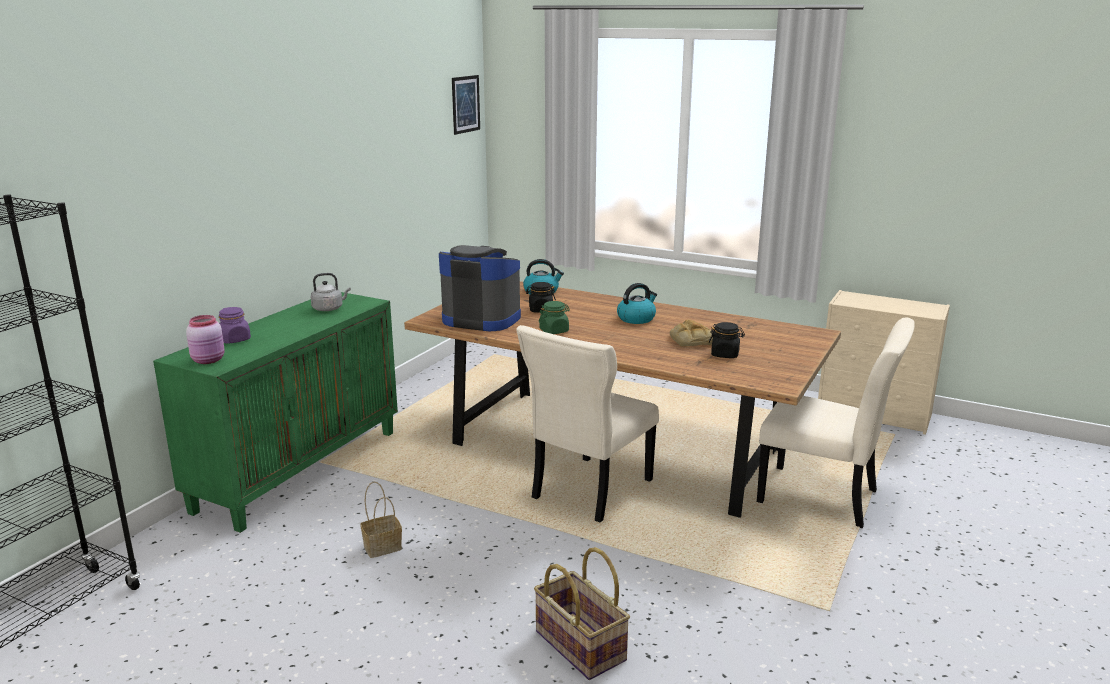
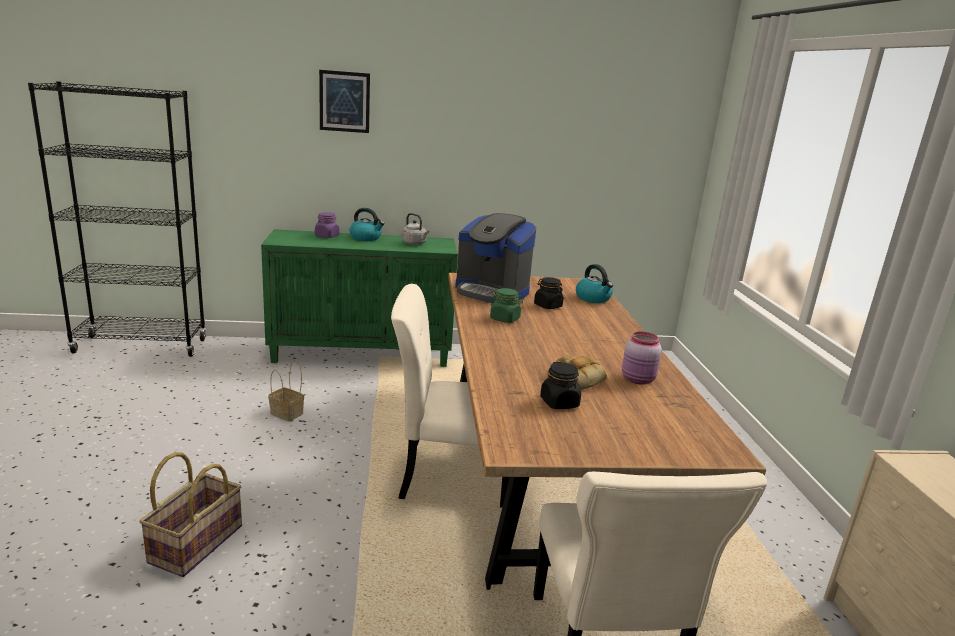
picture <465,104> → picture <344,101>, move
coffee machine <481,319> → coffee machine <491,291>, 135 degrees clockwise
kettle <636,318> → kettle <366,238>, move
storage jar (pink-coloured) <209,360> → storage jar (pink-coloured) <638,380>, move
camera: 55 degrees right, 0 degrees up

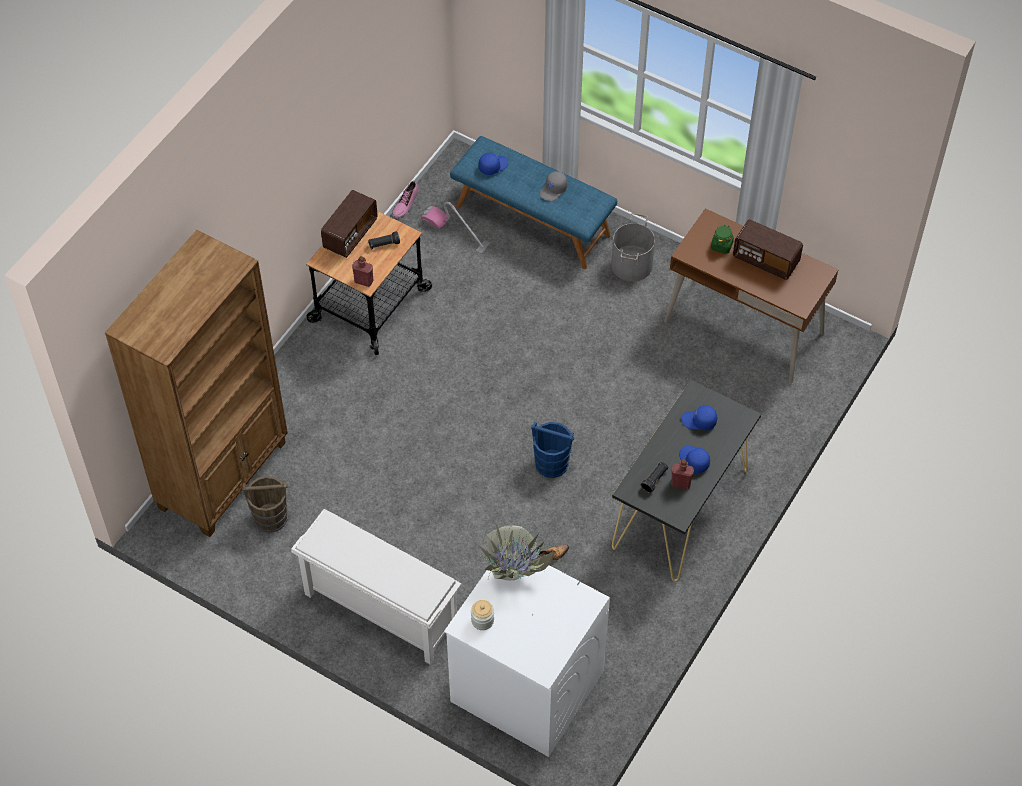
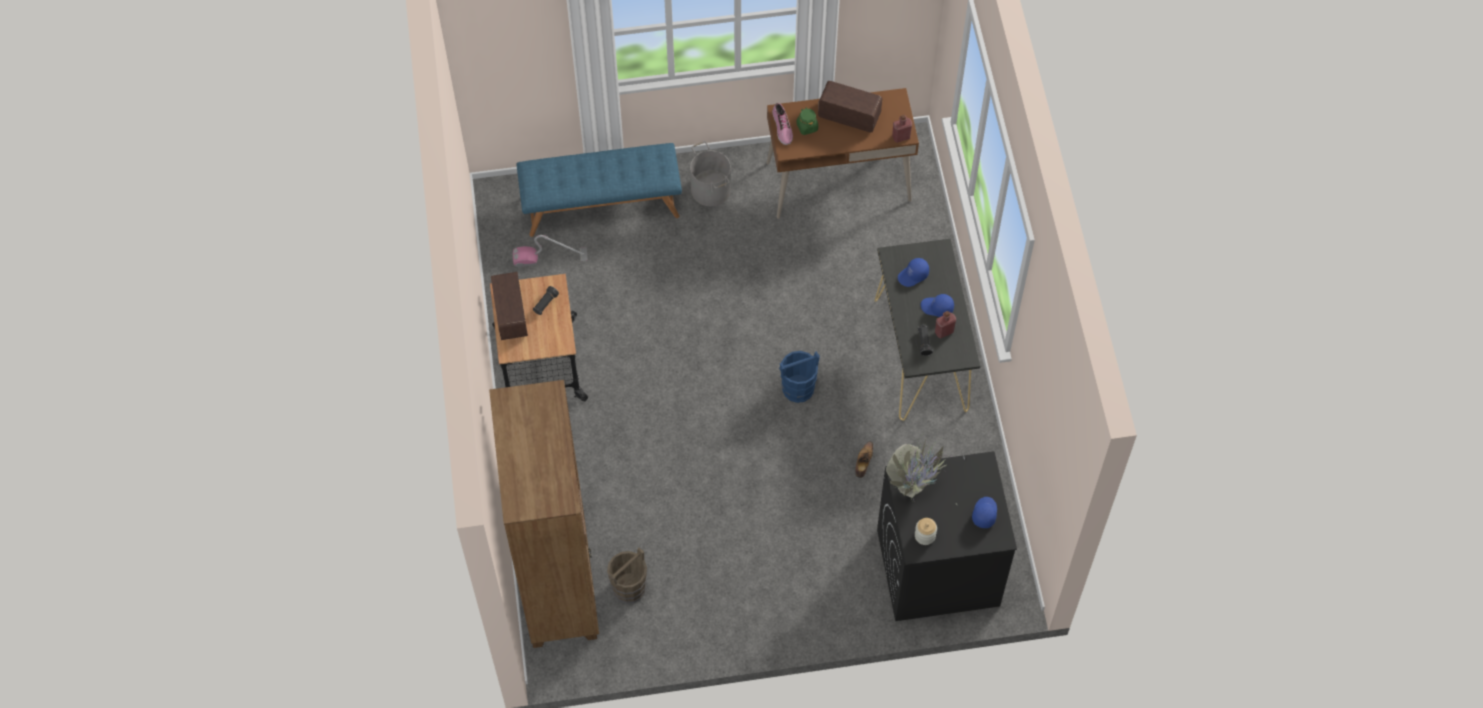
baseball cap (bluish) <493,166> → baseball cap (bluish) <984,513>, move
baseball cap (grey) <553,190> → -
item of footwear <405,203> → item of footwear <781,127>, move
radio <765,260> → radio <849,116>, 150 degrees counterclockwise
drink bottle (reddish) <364,281> → drink bottle (reddish) <901,137>, move
shoe rack (white) <379,610> → -
laundry machine (white) <526,686> → laundry machine (blackish) <937,568>
camera: 40 degrees left, 5 degrees up

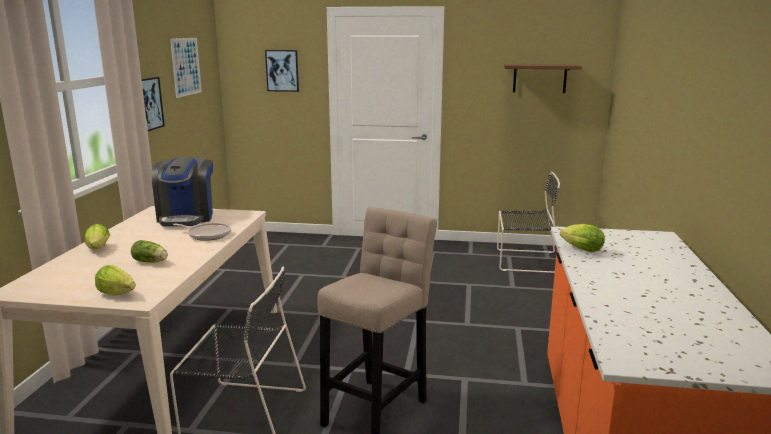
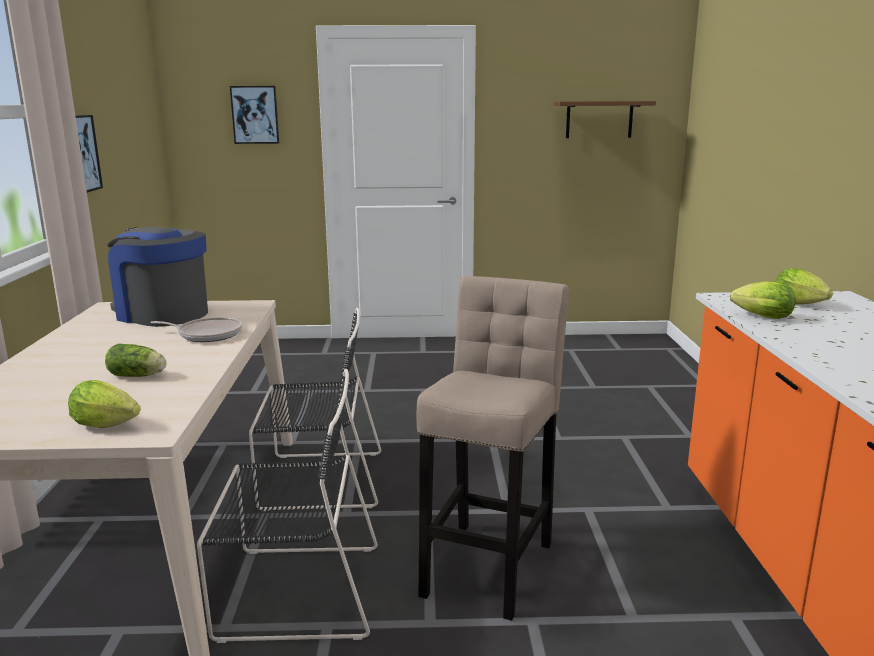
picture <186,66> → -
coffee machine <186,217> → coffee machine <162,314>, 135 degrees clockwise
plain chair (blackish) <525,261> → plain chair (blackish) <318,480>, move
head of lettuce <98,249> → head of lettuce <801,305>, move
camera: 10 degrees left, 0 degrees up

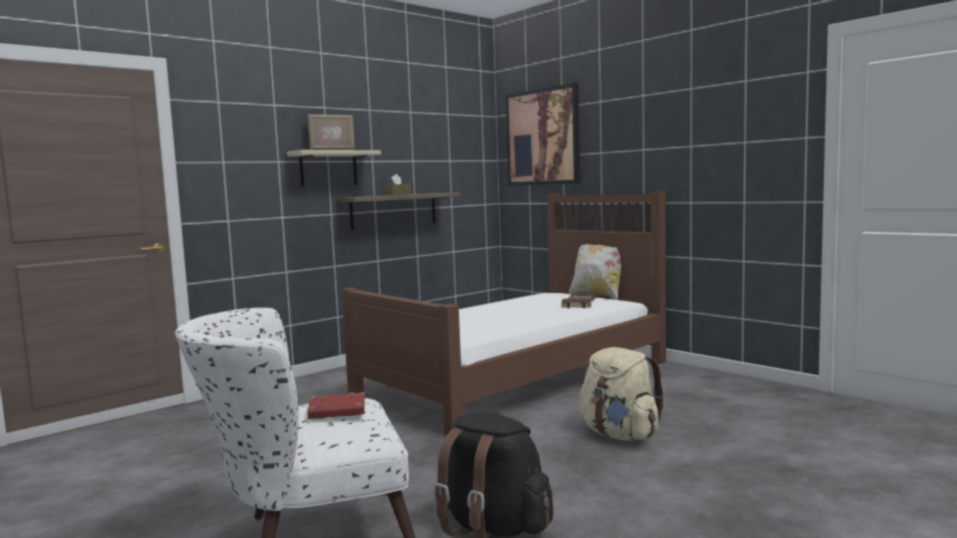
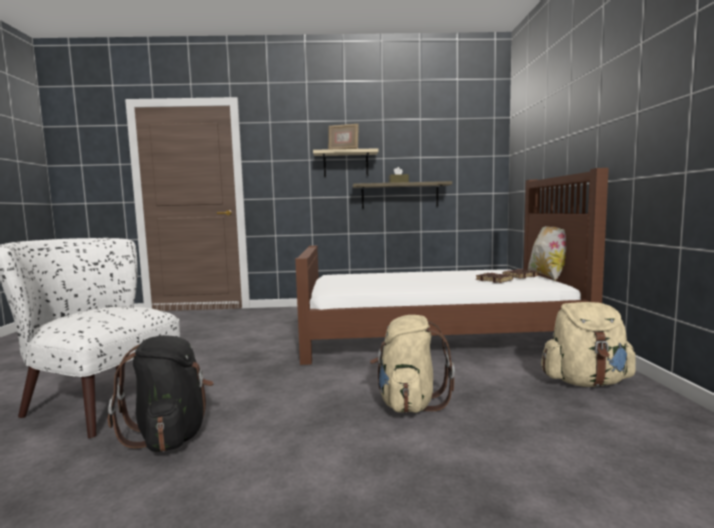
picture <542,137> → -
volume (reddish) <336,412> → -
- → knapsack (sand-coloured) <585,382>
camera: 40 degrees right, 0 degrees up

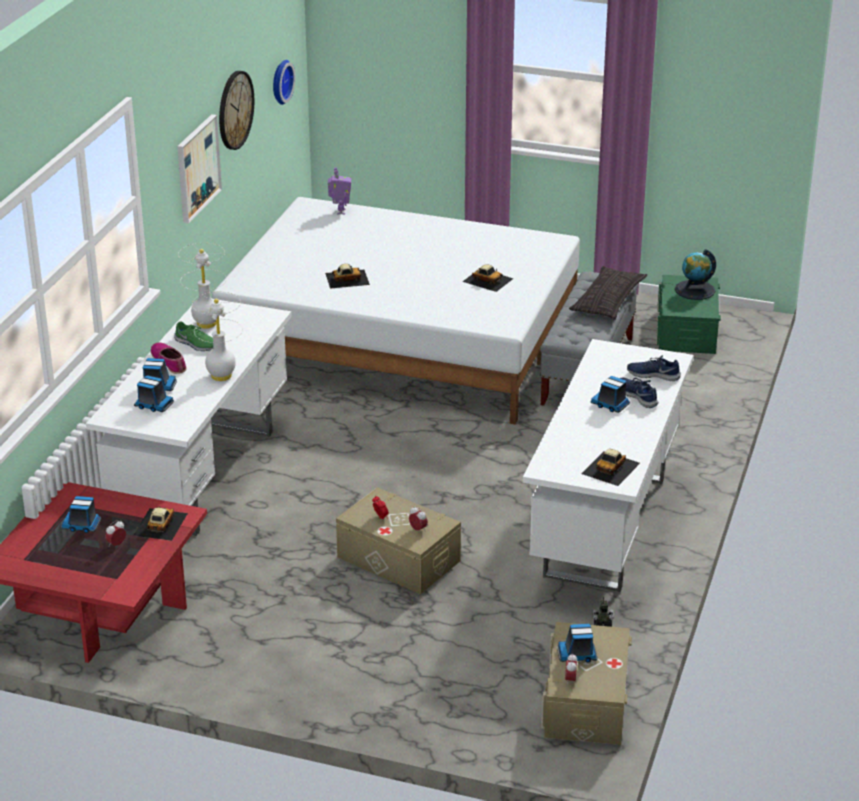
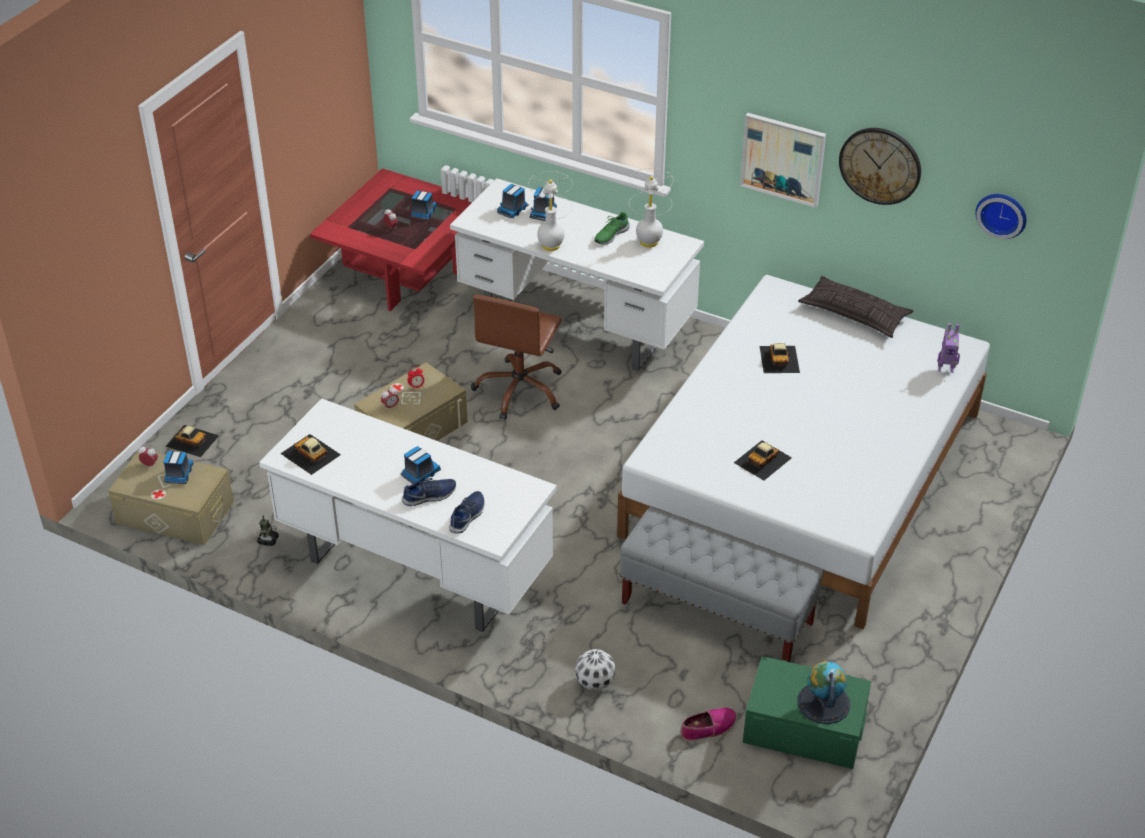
cushion <608,299> → cushion <854,313>, move
item of footwear <169,362> → item of footwear <708,728>, move
miniature car <160,524> → miniature car <192,440>, move
- → office chair (brown) <520,390>
- → football <594,683>
camera: 100 degrees right, 10 degrees up

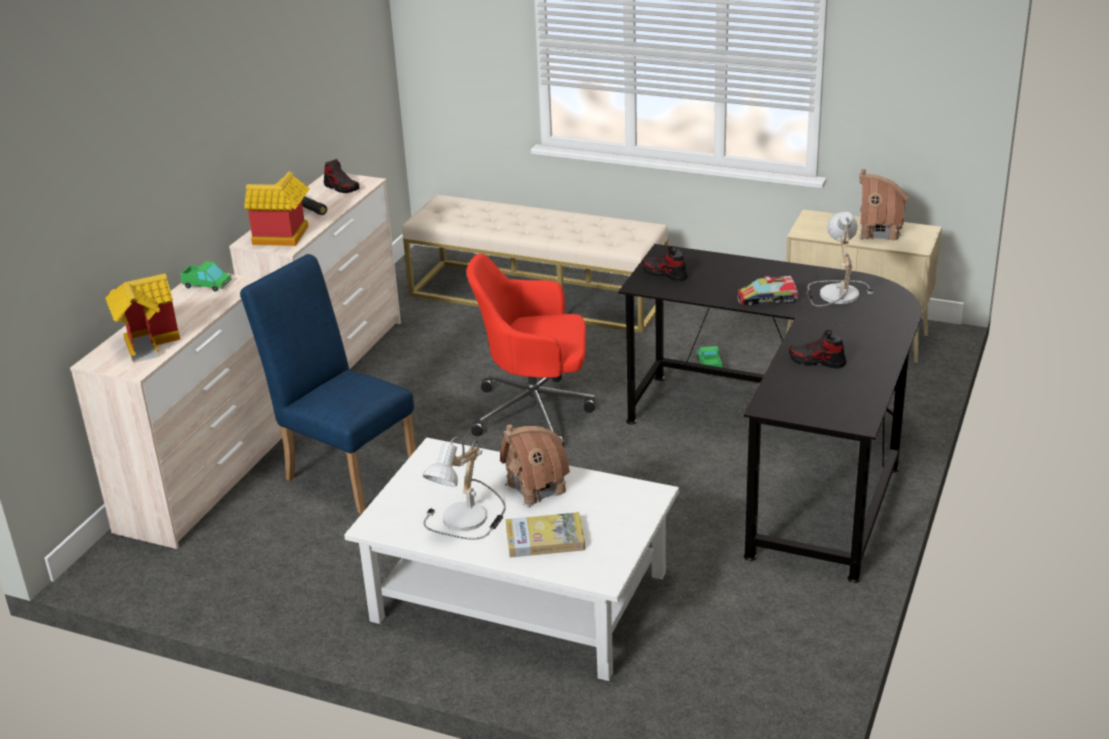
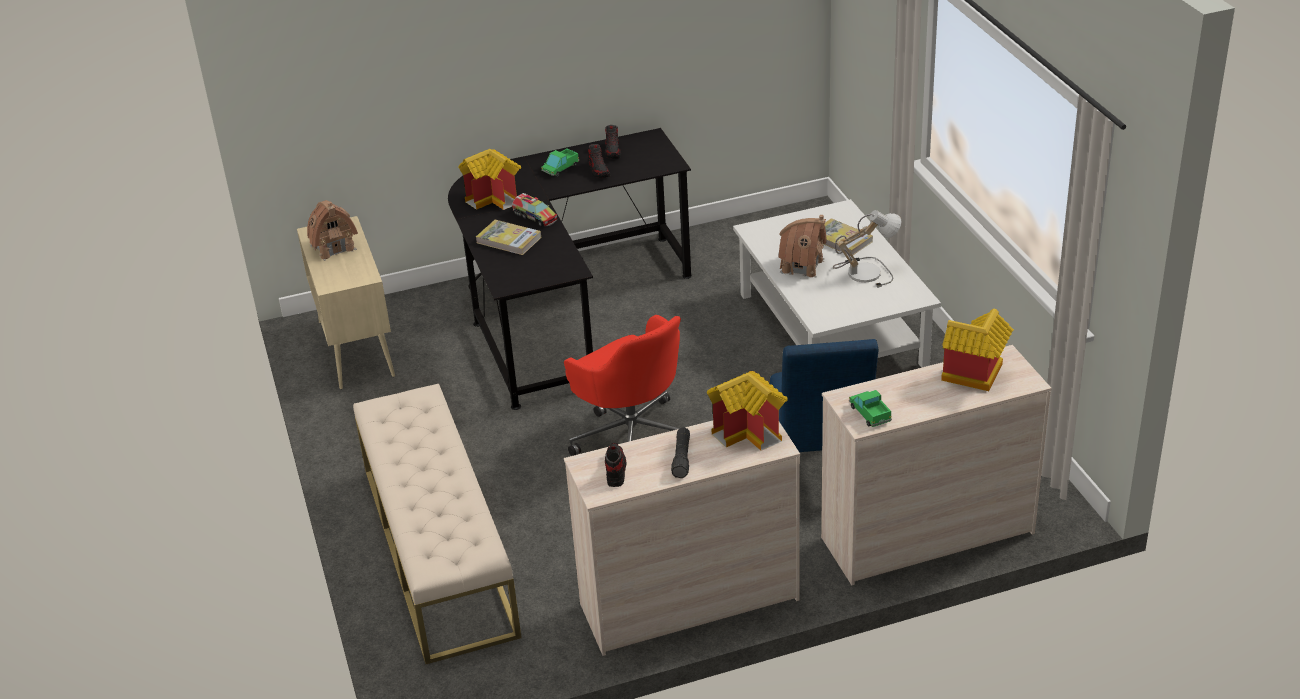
tabletop lamp <834,293> → miniature house <495,199>
item of footwear <664,274> → item of footwear <613,151>, move
toy lorry <709,365> → toy lorry <560,168>, move
- → volume <509,240>
camera: 130 degrees left, 5 degrees up

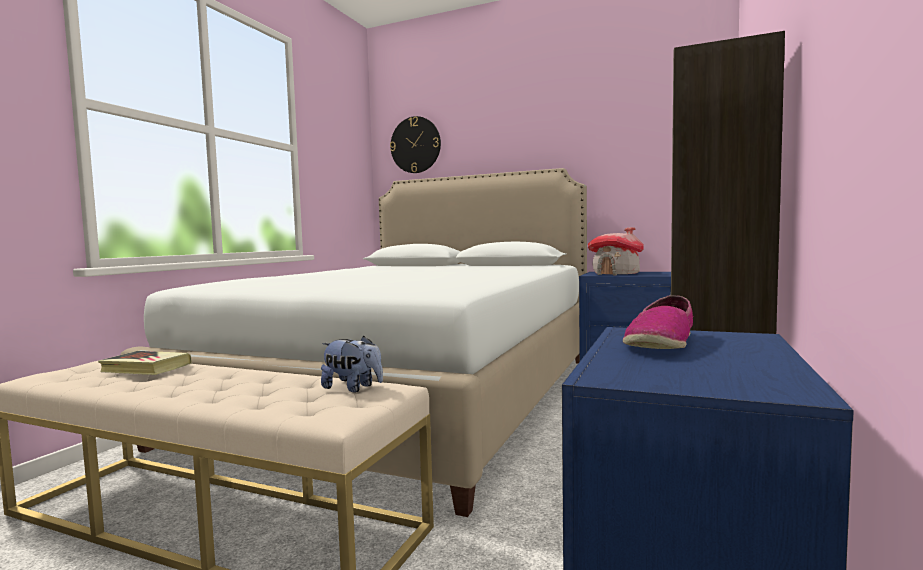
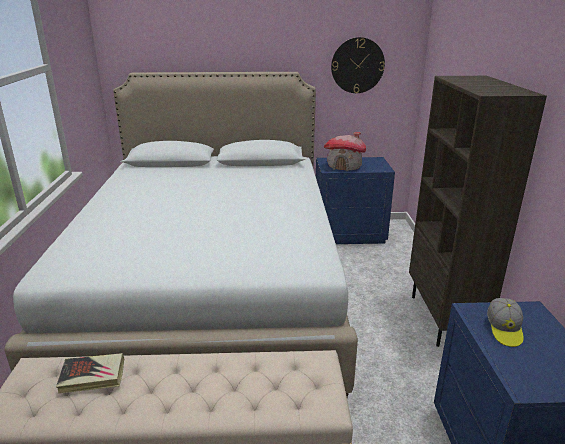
hanging clock <415,145> → hanging clock <357,65>, move
item of footwear <661,343> → baseball cap <504,330>
plush toy <353,388> → -
camera: 25 degrees left, 20 degrees up

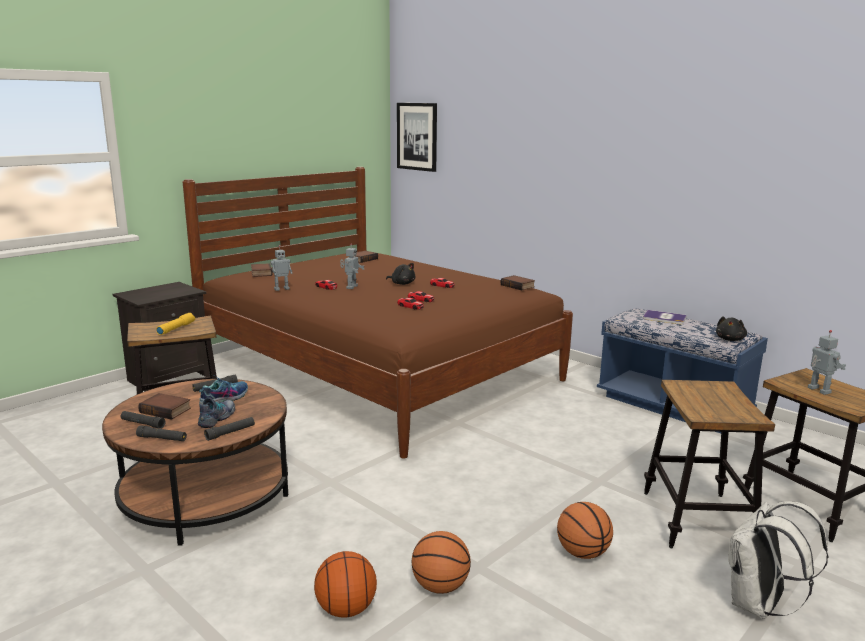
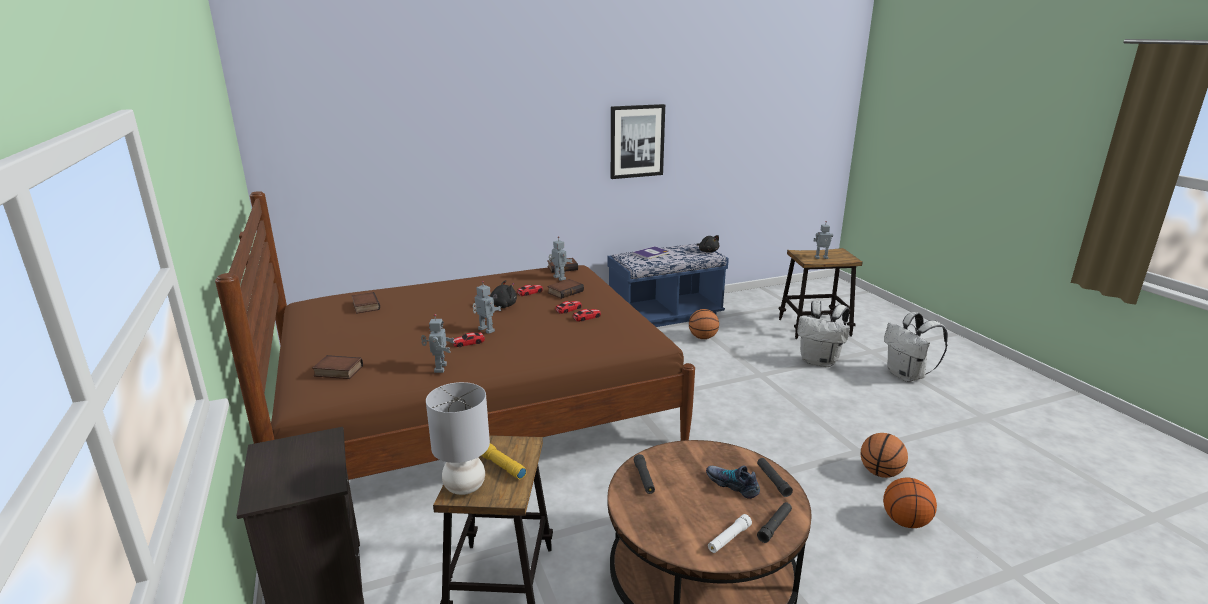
picture <417,136> → picture <637,141>, move
item of footwear <224,399> → -
stool <697,520> → knapsack (white) <820,361>
volume <167,410> → volume <565,291>, move
hand torch (blackish) <142,424> → hand torch (white) <729,538>
basketball ball <582,553> → basketball ball <702,337>, move
- → robot figure <558,278>
- → tabletop lamp (grey) <464,487>
camera: 65 degrees left, 5 degrees up

